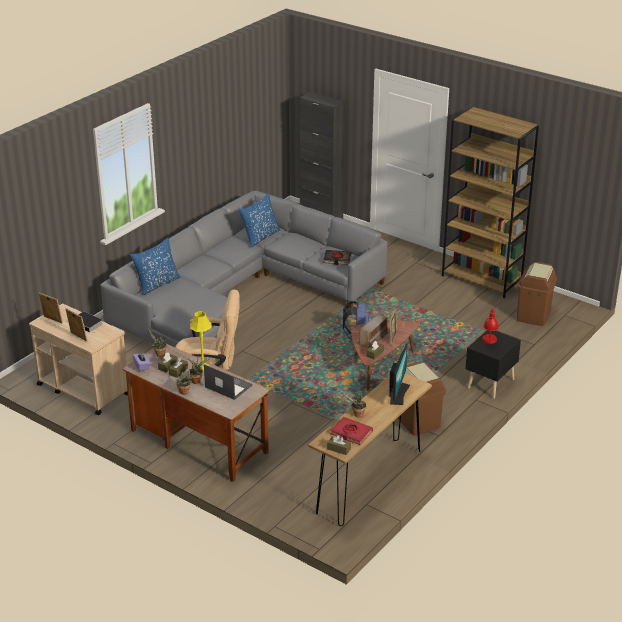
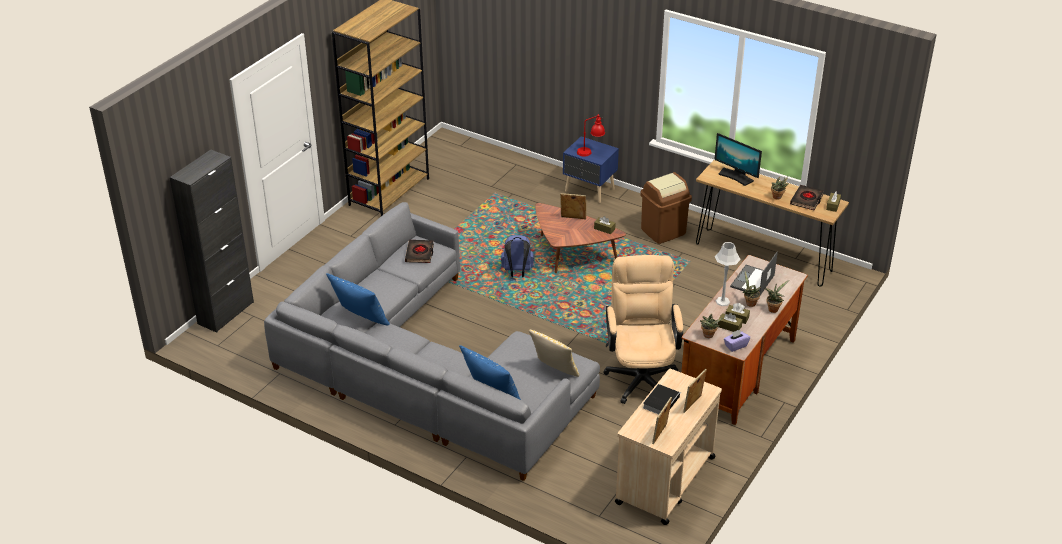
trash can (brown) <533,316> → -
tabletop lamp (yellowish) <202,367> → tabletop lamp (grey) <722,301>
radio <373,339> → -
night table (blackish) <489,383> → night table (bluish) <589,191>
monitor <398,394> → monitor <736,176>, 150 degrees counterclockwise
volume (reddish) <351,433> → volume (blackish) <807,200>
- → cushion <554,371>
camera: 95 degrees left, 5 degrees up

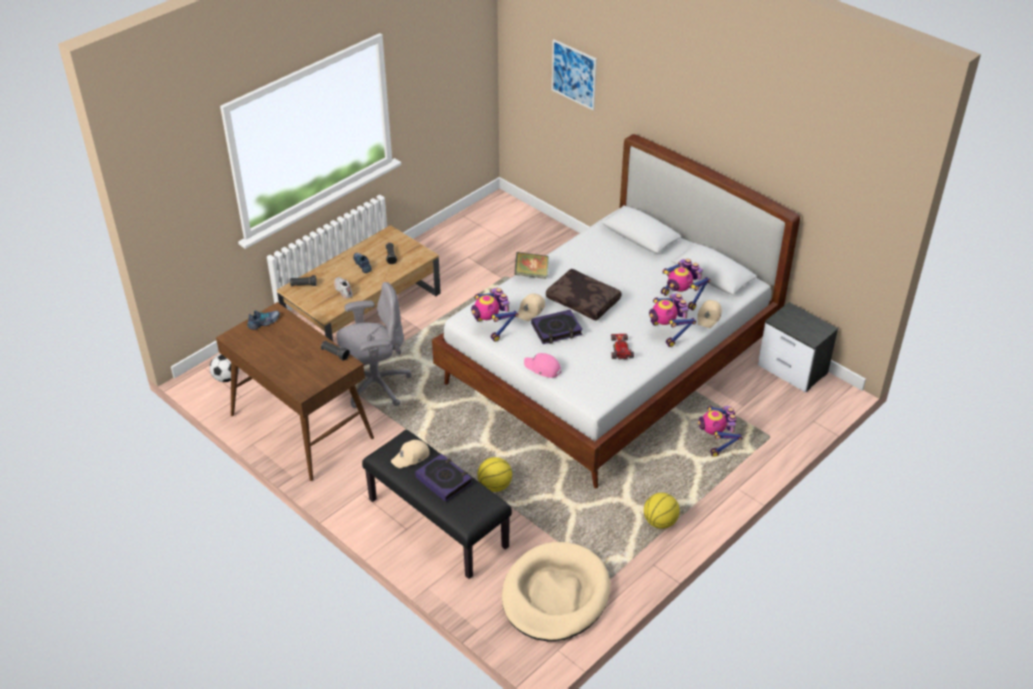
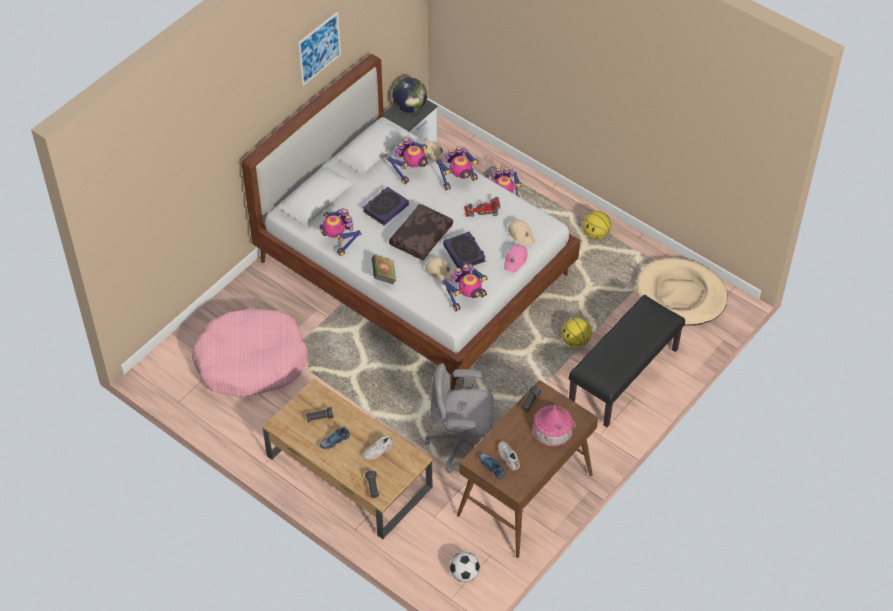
picture <574,74> → picture <319,48>, move
office chair (grey) <374,386> → office chair (grey) <462,445>, 60 degrees counterclockwise
baseball cap (sand-coloured) <411,457> → baseball cap (sand-coloured) <521,235>, move
volume <444,480> → volume <385,208>, move
- → desk globe <410,107>
- → robot figure <339,241>
- → dog cushion (pink-coloured) <251,362>
- → miniature house <552,429>
- → item of footwear (white) <508,457>
camera: 95 degrees left, 10 degrees up

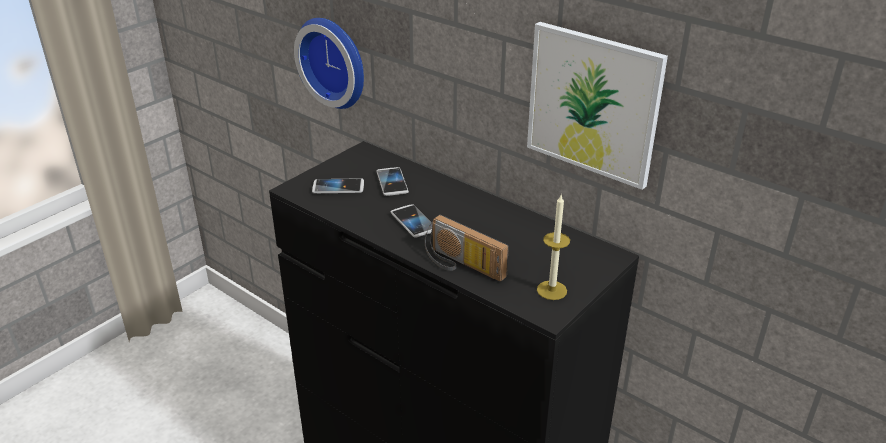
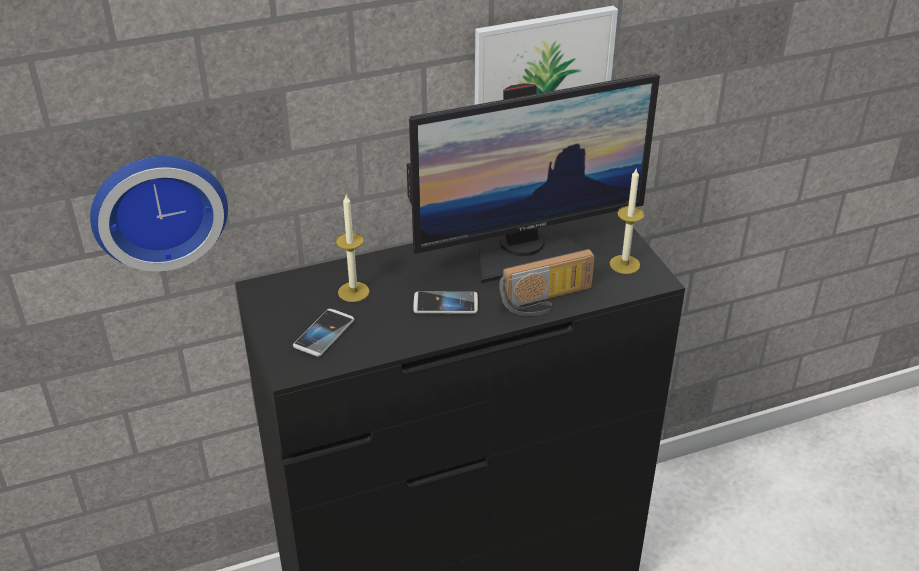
handset <392,182> → wax light <353,292>
- → monitor <526,252>
camera: 60 degrees left, 5 degrees up

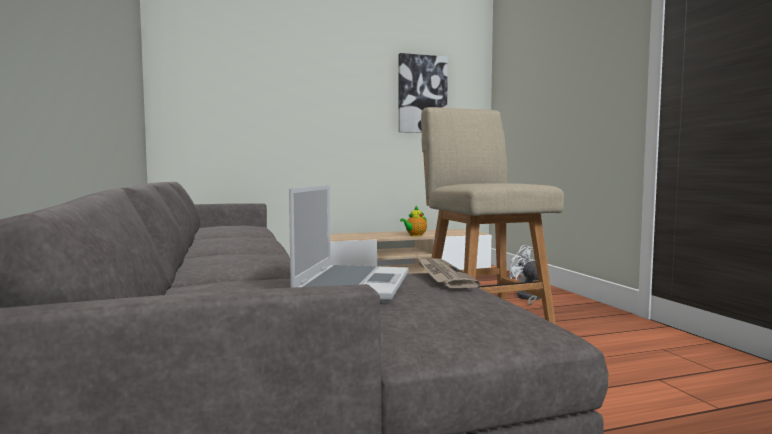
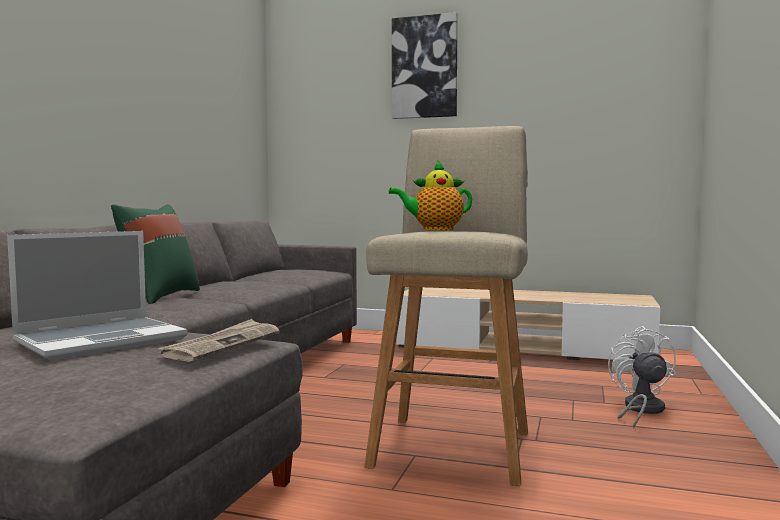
picture <422,94> → picture <424,67>, move
teapot <415,235> → teapot <434,230>, move
- → cushion (green) <159,297>
camera: 35 degrees right, 0 degrees up

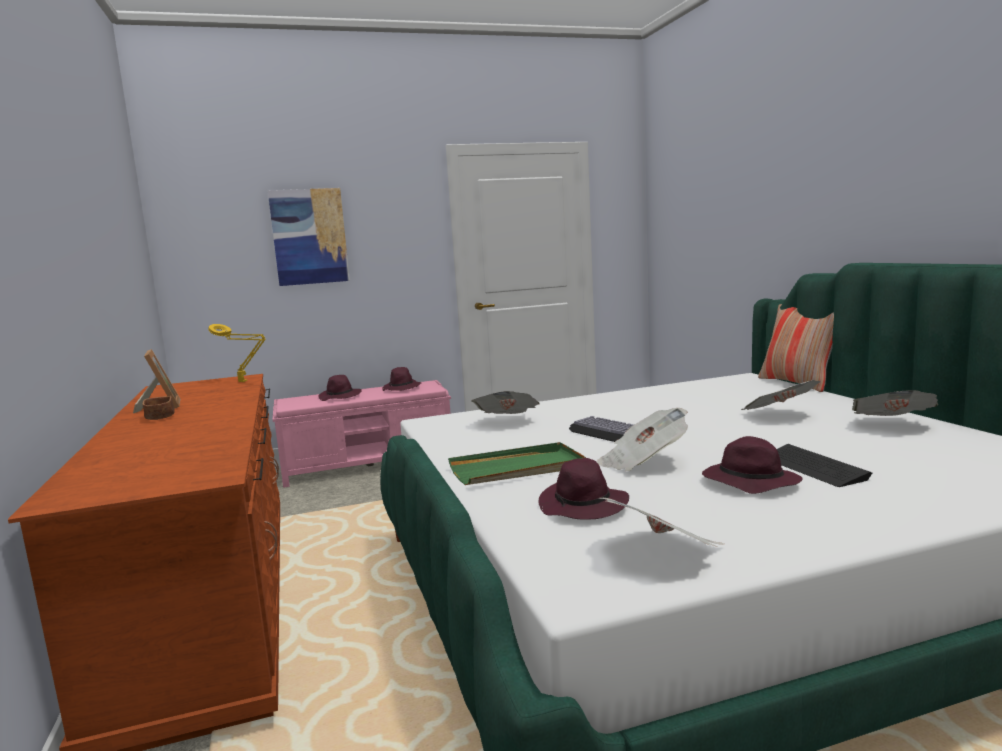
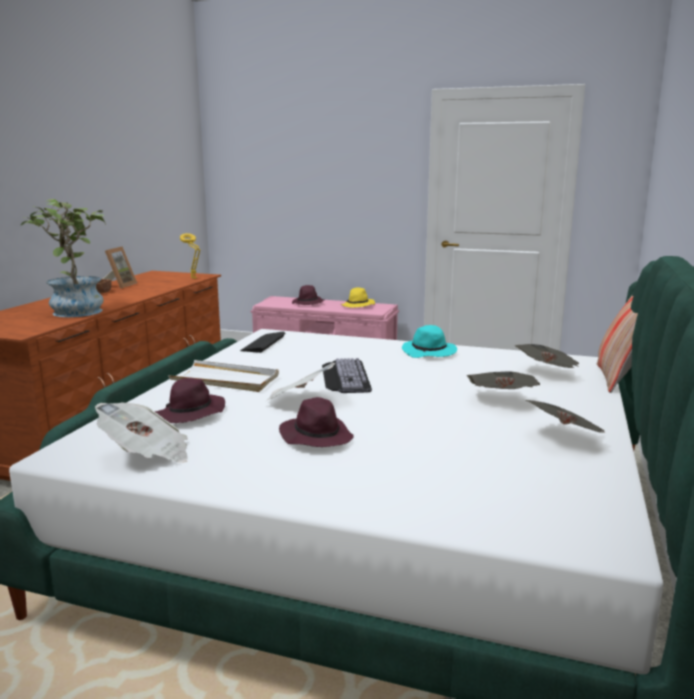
picture <309,236> → -
clothing hat (purple) <402,388> → clothing hat (yellowish) <358,306>
printed paper <507,422> → printed paper <547,373>, move
carrying tray (green) <518,469> → carrying tray (white) <225,380>
PC keyboard <813,468> → PC keyboard <263,343>, move
- → plant in a pot <76,310>
- → clothing hat (turquoise-coloured) <429,352>
camera: 35 degrees right, 5 degrees up

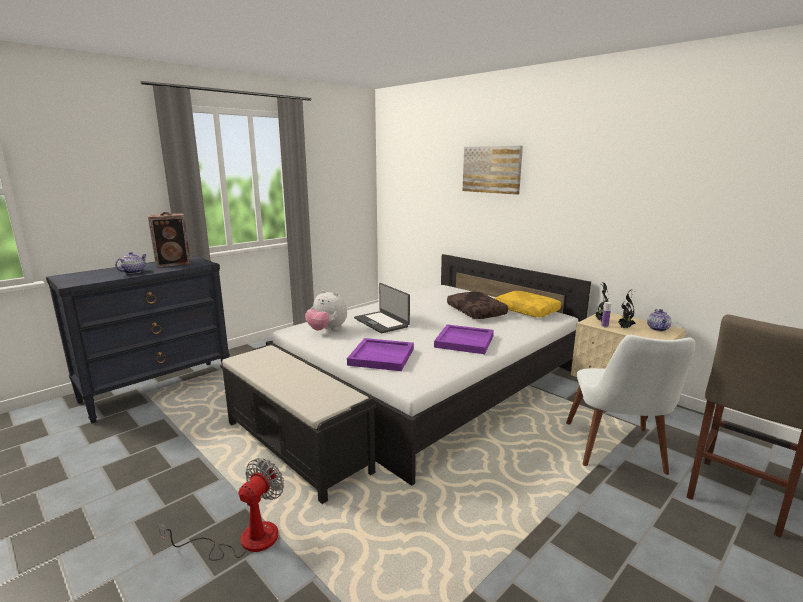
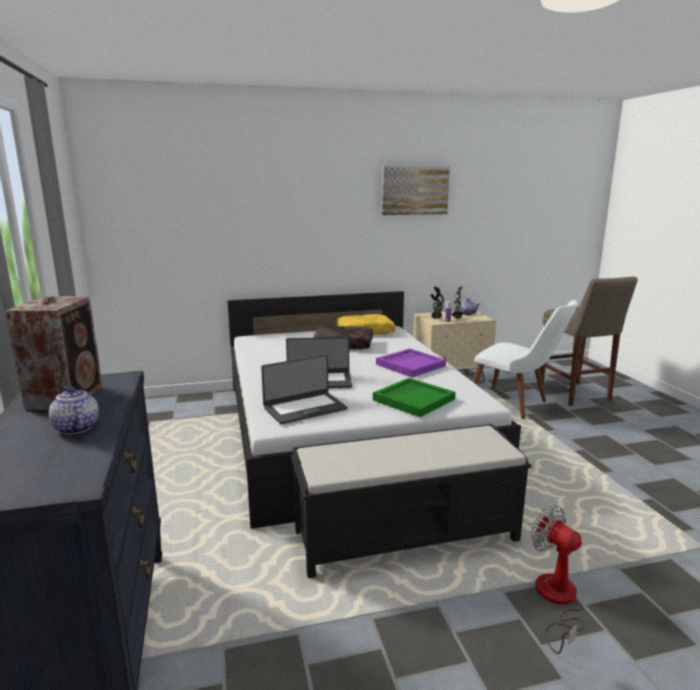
picture <492,169> → picture <414,190>, move
plush toy <327,330> → laptop <304,408>
carrying tray (purple) <382,357> → carrying tray (green) <413,399>
camera: 60 degrees left, 0 degrees up

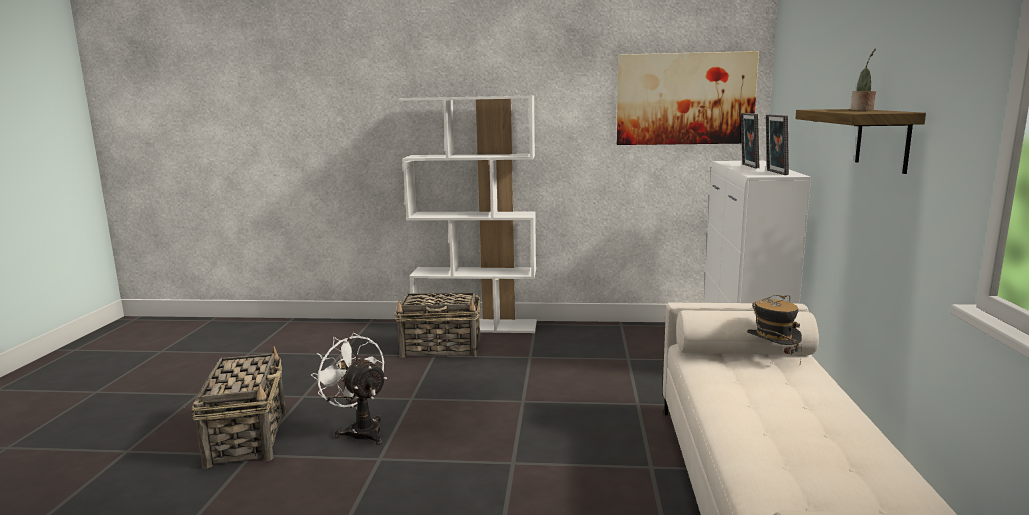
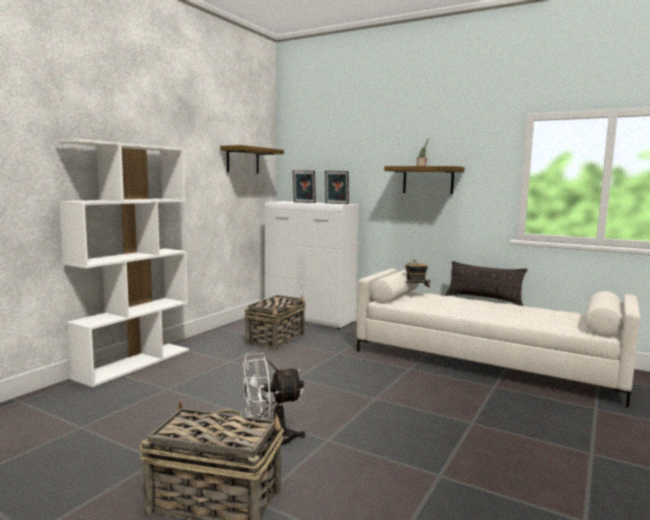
picture <685,99> → bracket shelf <243,160>
storage basket <441,348> → storage basket <276,339>, move
- → cushion <484,299>
camera: 65 degrees left, 5 degrees down

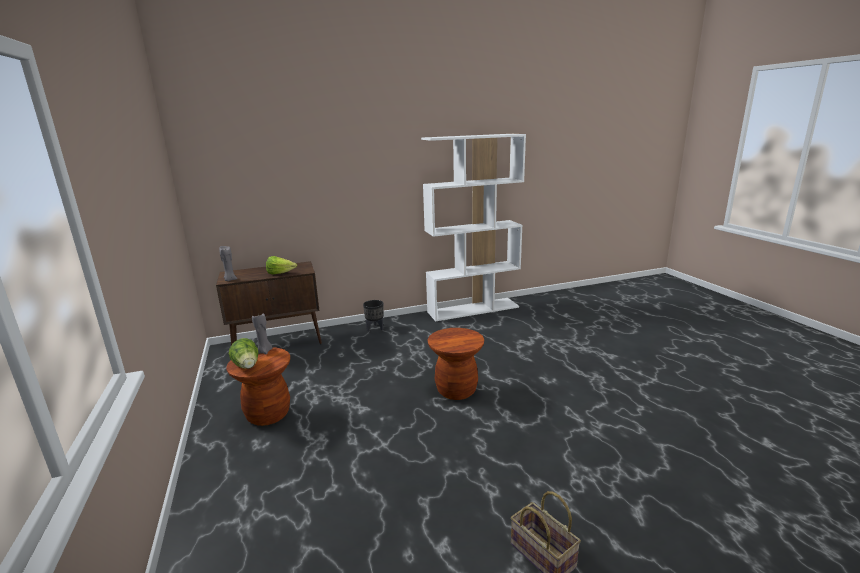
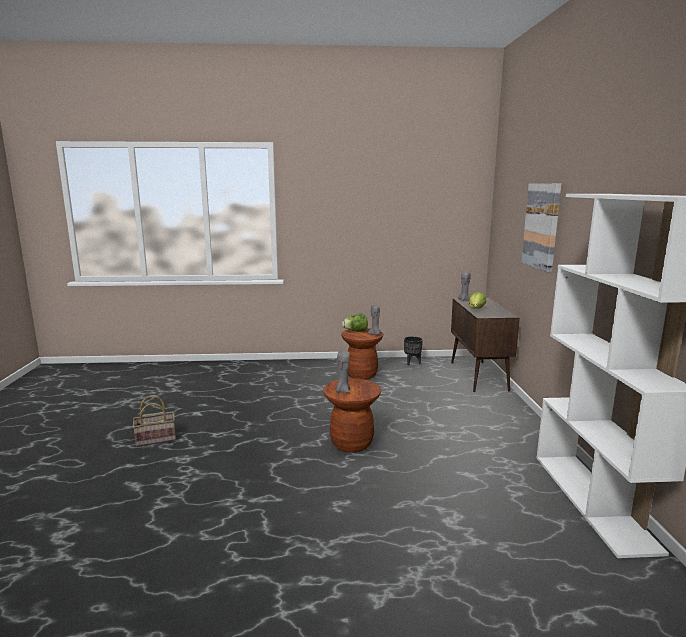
planter (blackish) <375,328> → planter (blackish) <412,363>, move
- → picture <542,226>
- → wax light (grey) <342,391>
camera: 105 degrees right, 5 degrees down

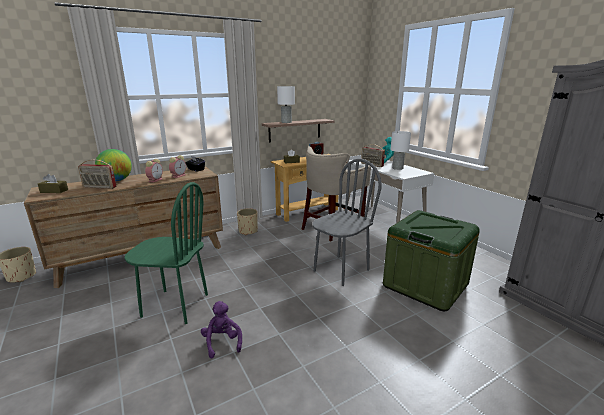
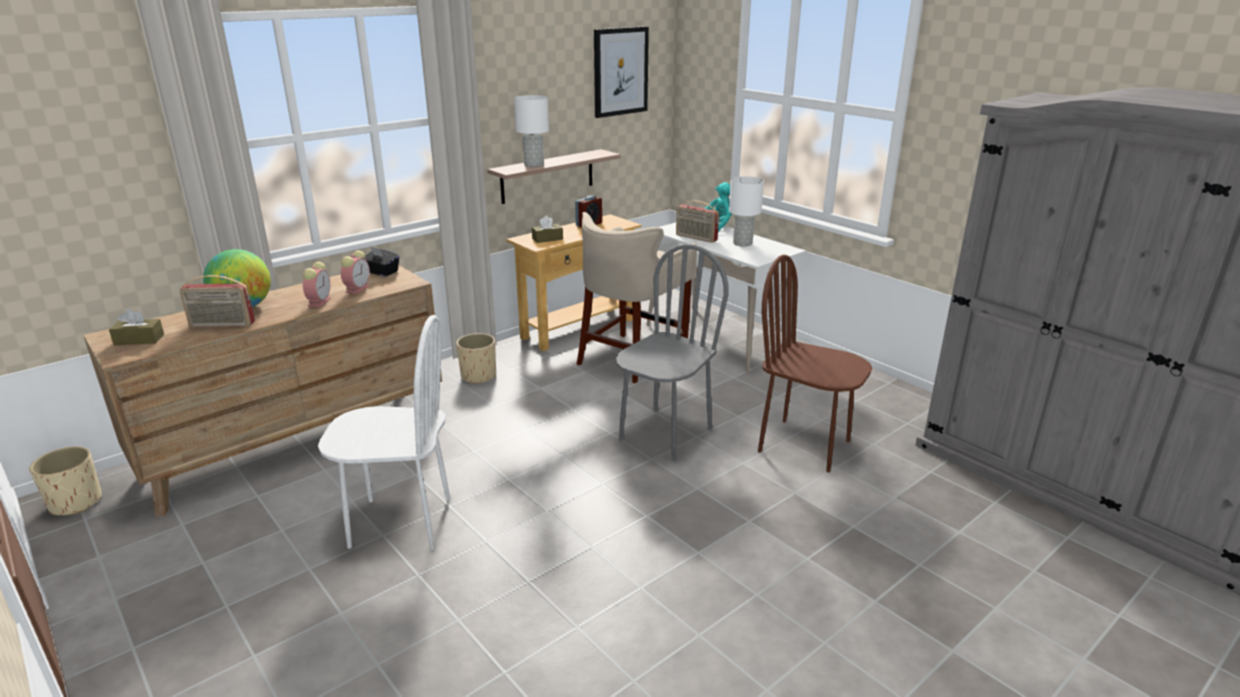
plain chair (green) <175,305> → plain chair (white) <400,523>
storage box (green) <425,284> → plain chair (brown) <804,445>
plush toy (purple) <222,342> → -
- → picture <620,71>
camera: 10 degrees left, 5 degrees up

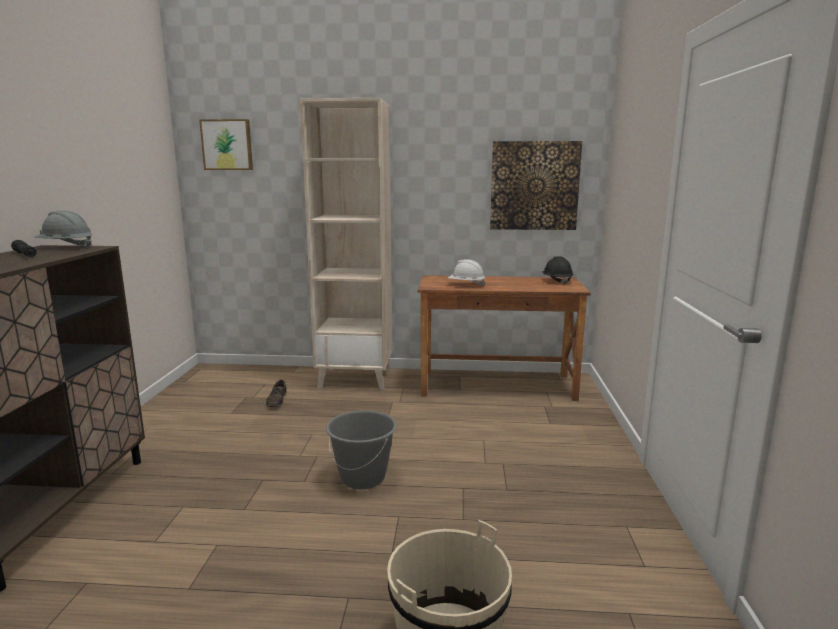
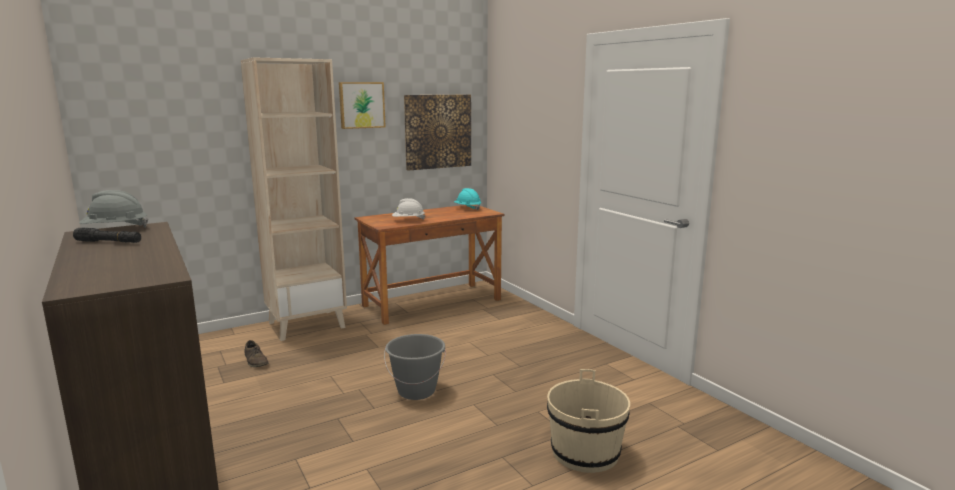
picture <227,145> → picture <361,105>, move
hard hat (blackish) <556,281> → hard hat (turquoise-coloured) <467,208>
camera: 35 degrees left, 0 degrees up

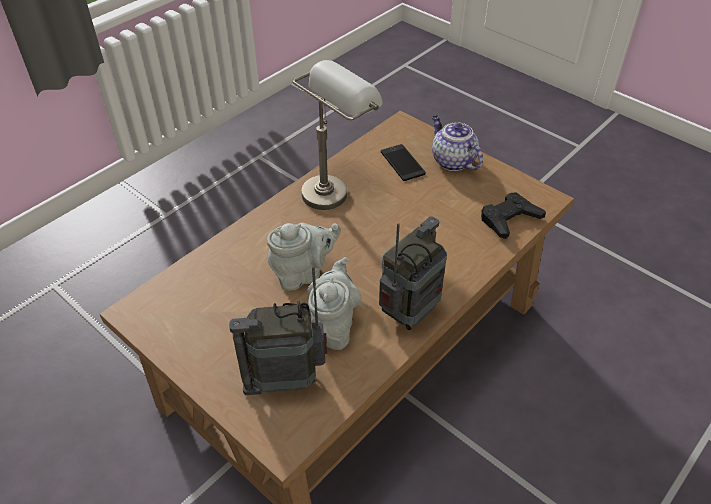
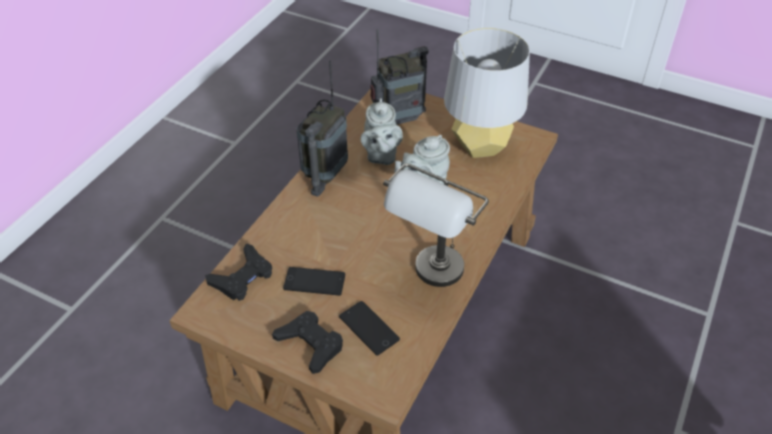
teapot <452,161> → game controller (blackish) <310,344>
- → tabletop lamp (grey) <479,146>
- → handset <314,282>
camera: 165 degrees right, 0 degrees up

